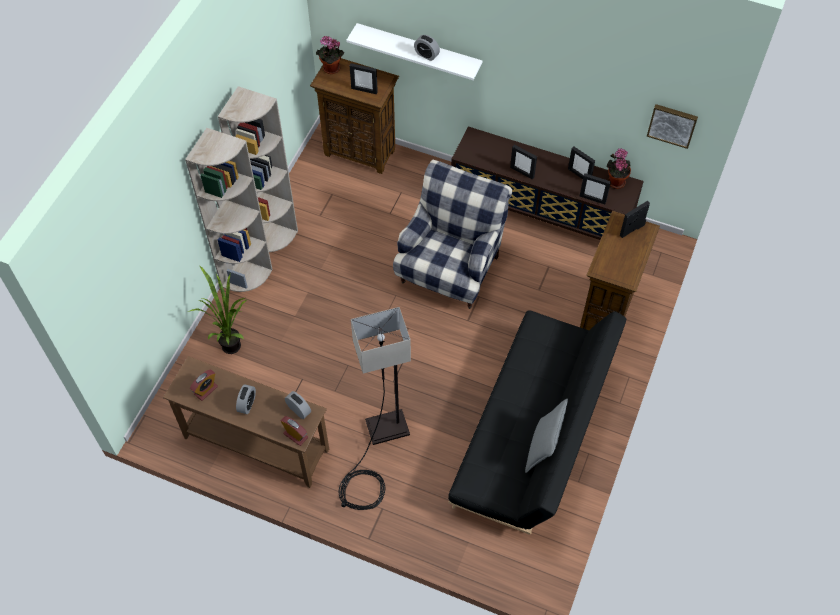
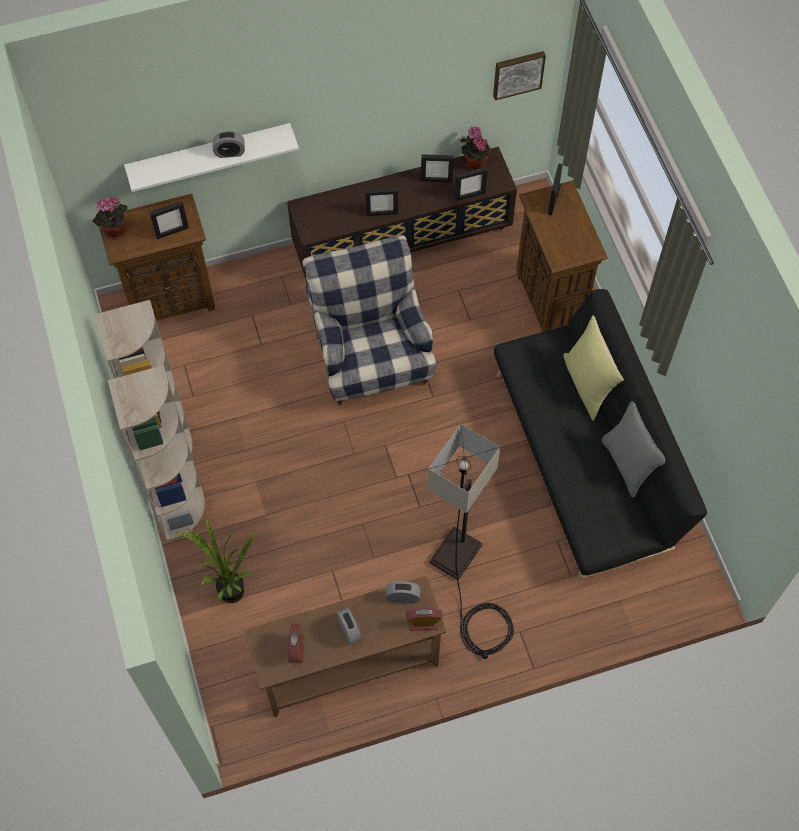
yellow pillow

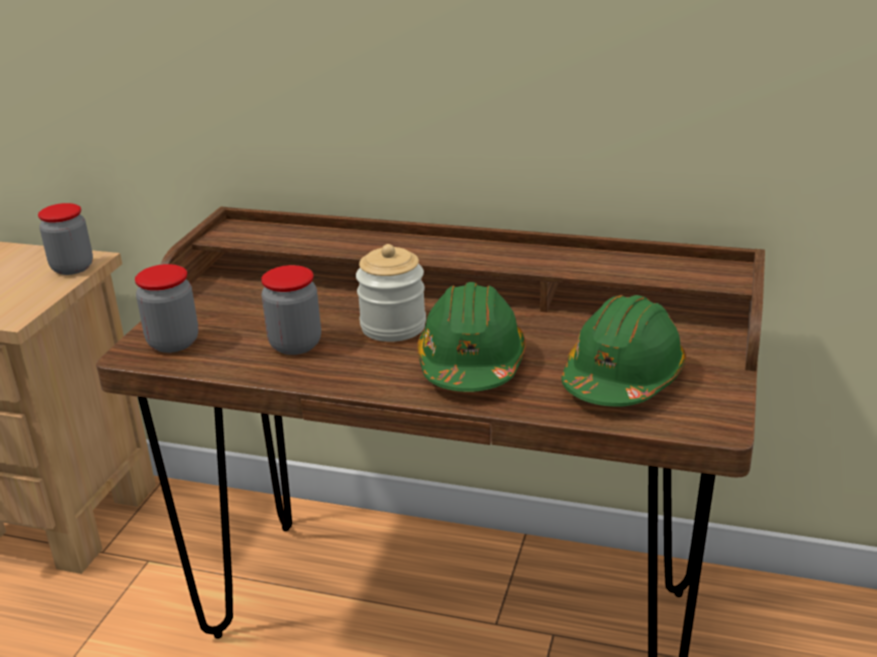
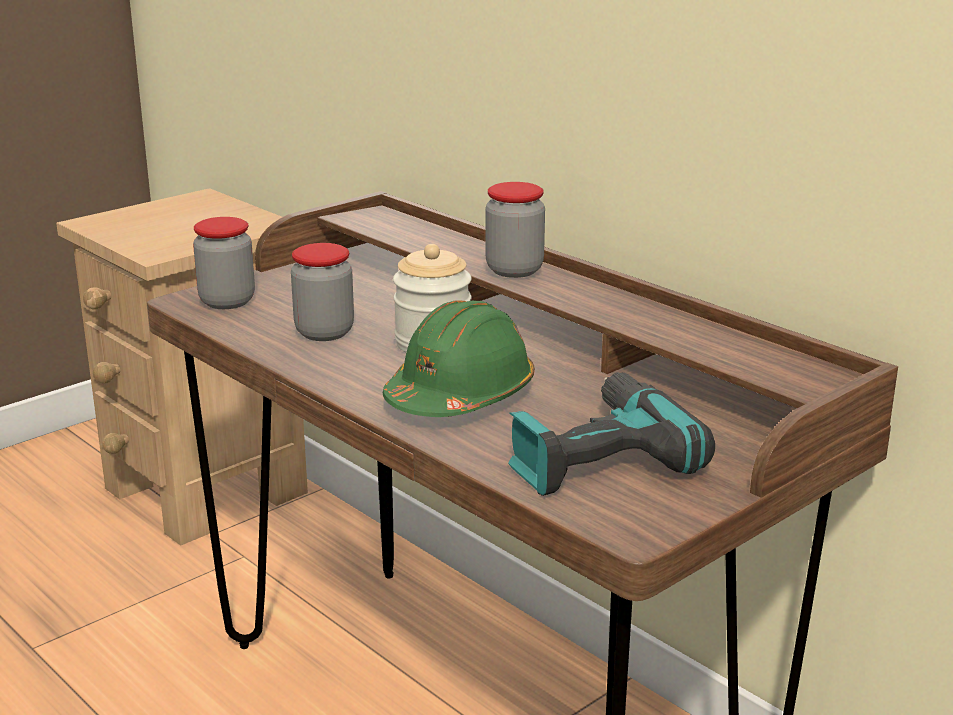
jar (4th from left)
power drill

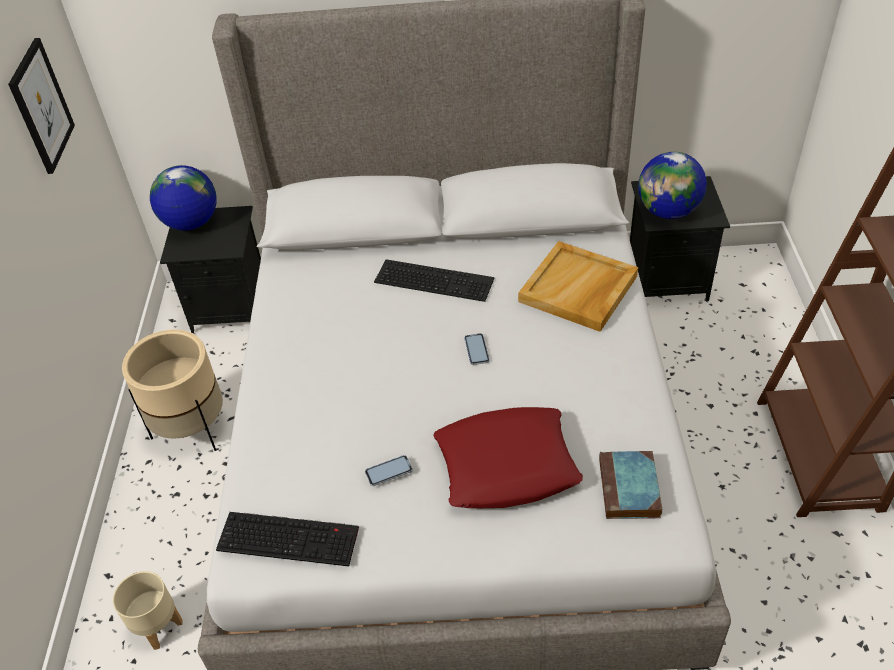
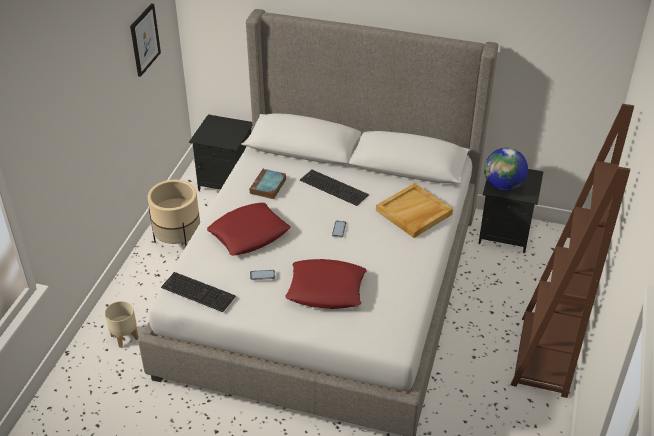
globe (1st from left in the first image)
book
red pillow (1st from left)

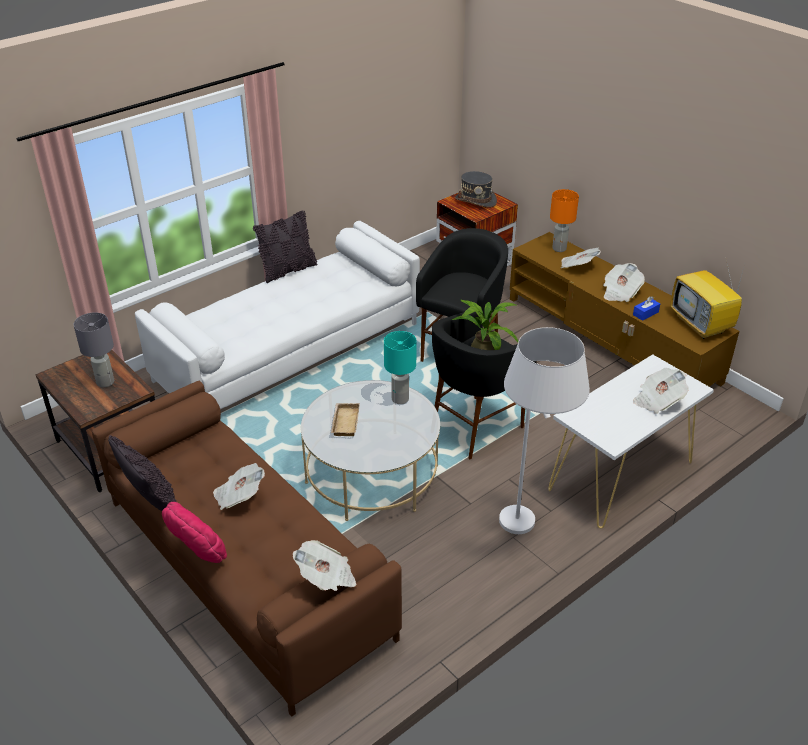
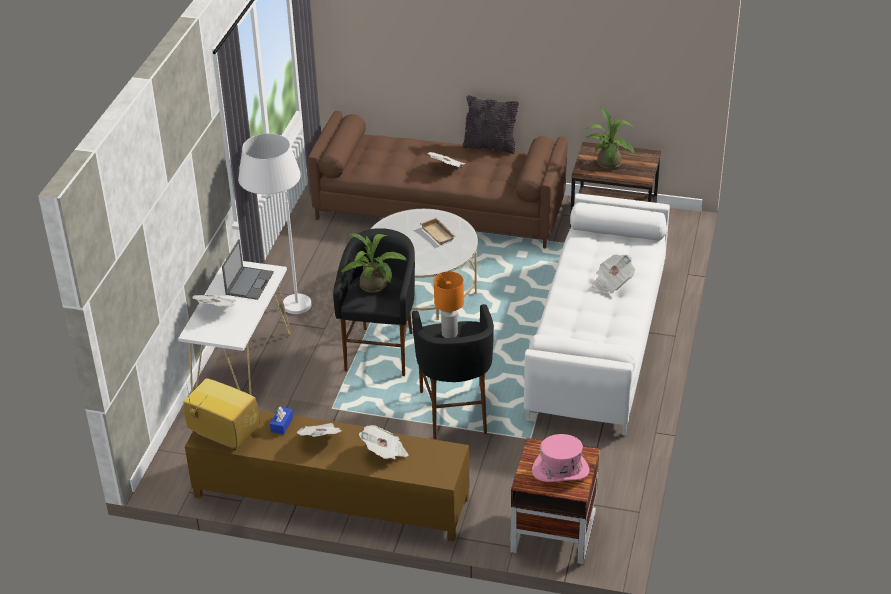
potted plant (2nd from left)
pink pillow
black pillow (2nd from left in the first image)
newspaper (5th from left)
turquoise table lamp
pink hat
orange table lamp
laptop

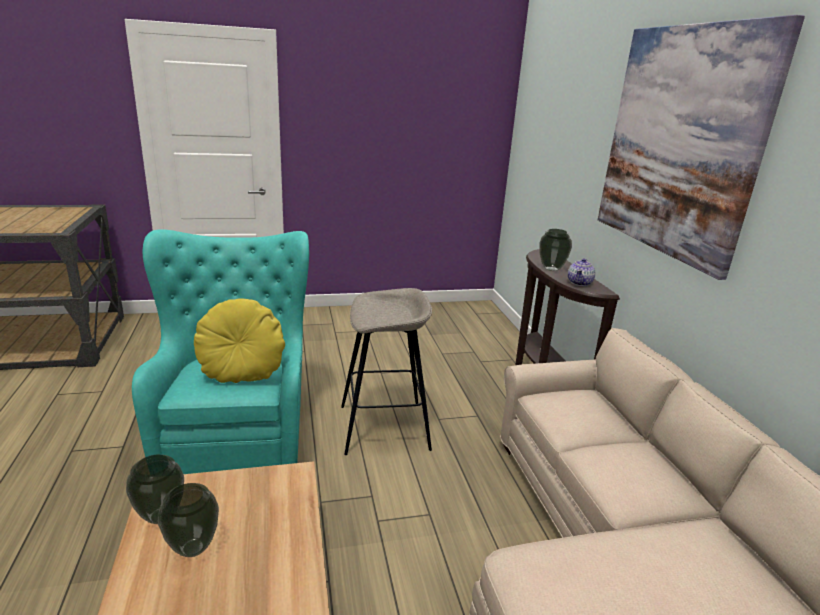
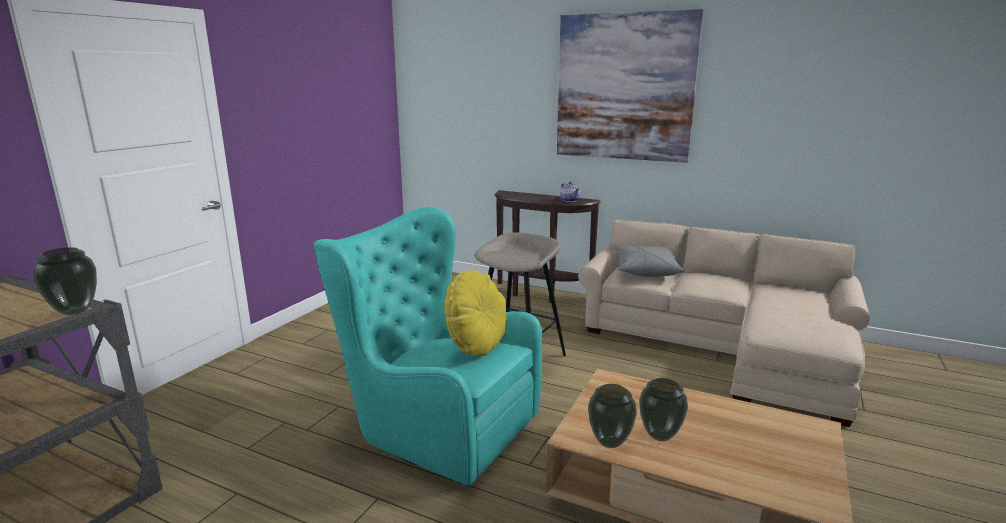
vase (1st from left)
grey pillow

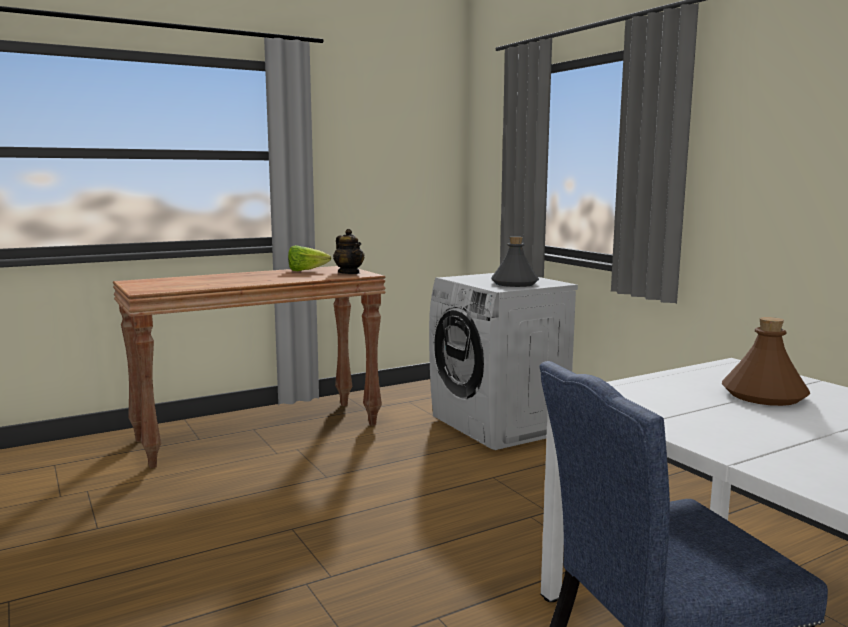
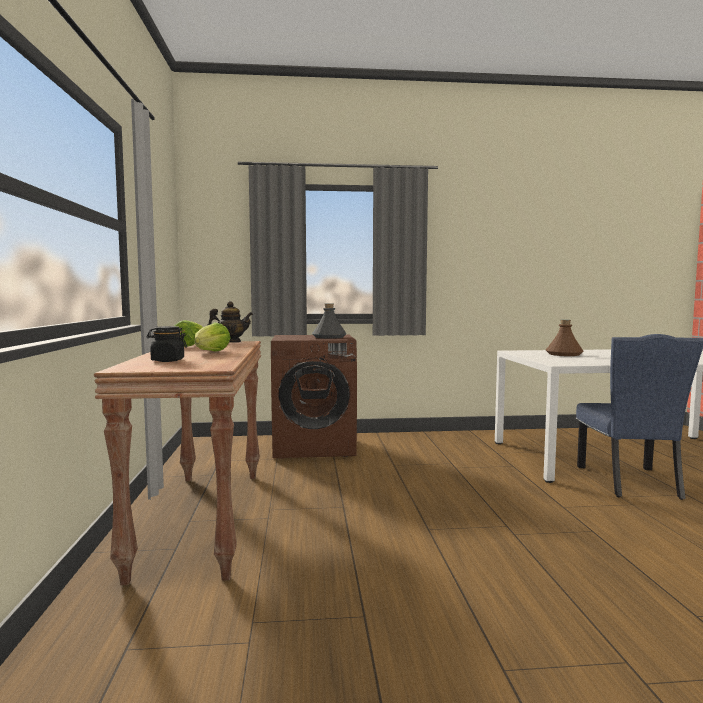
brown washing machine
black jar
lettuce (2nd from left)

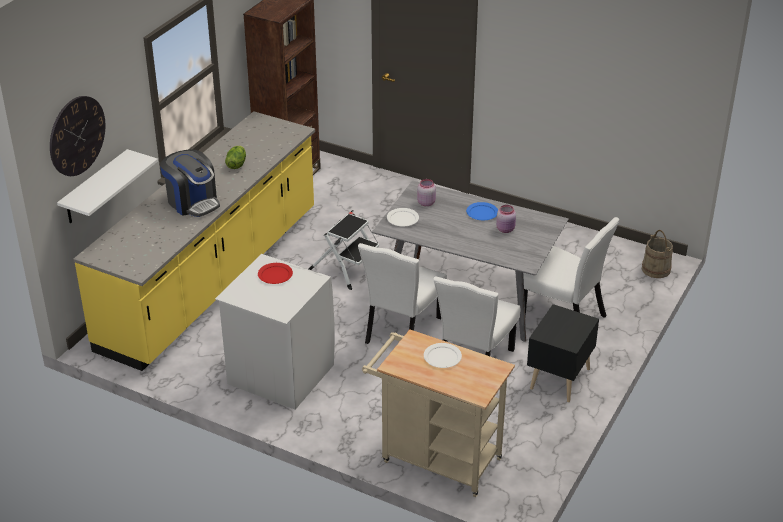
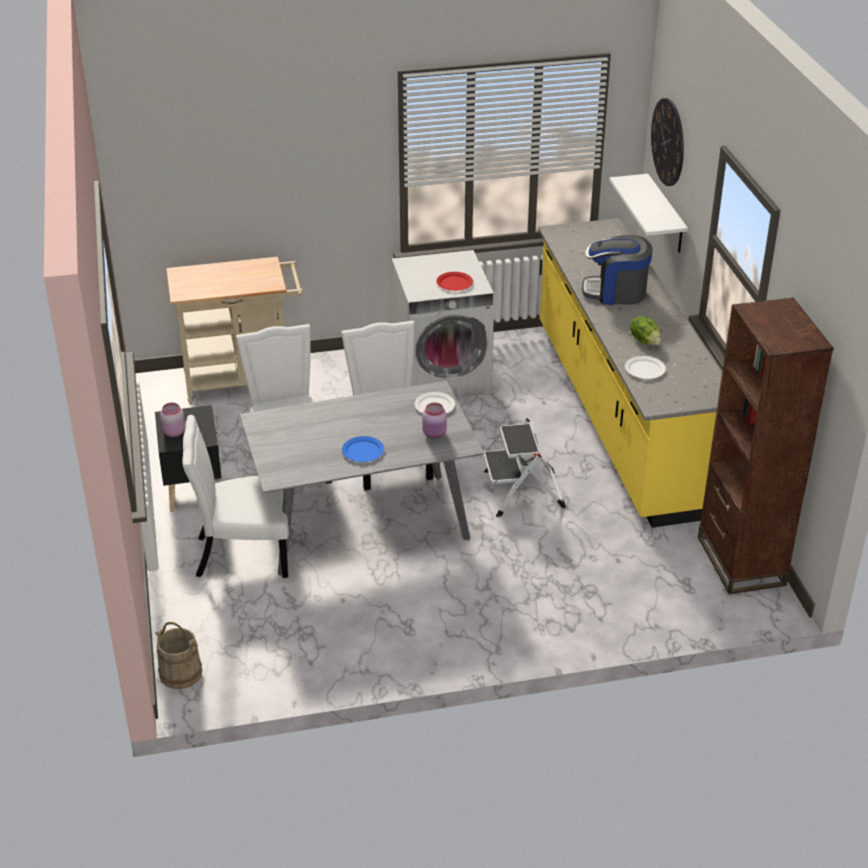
white plate (2nd from left)
pink jar (1st from left)

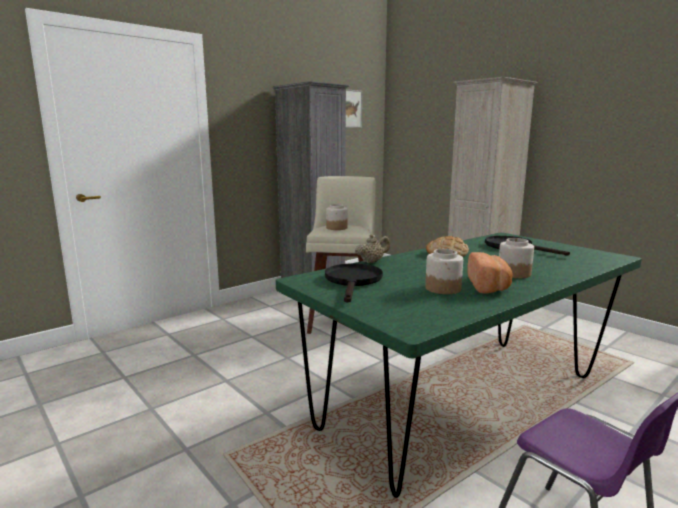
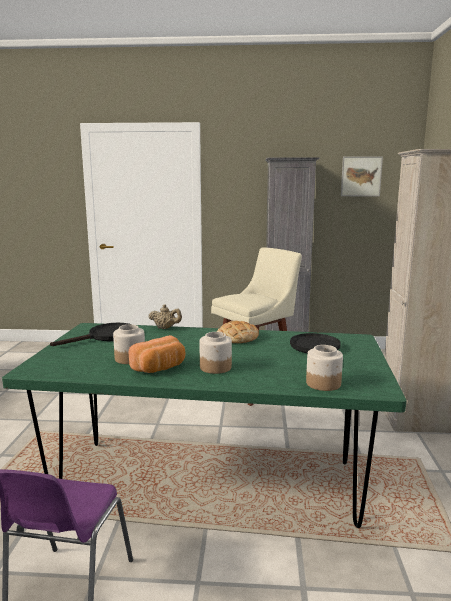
jar (3rd from left)

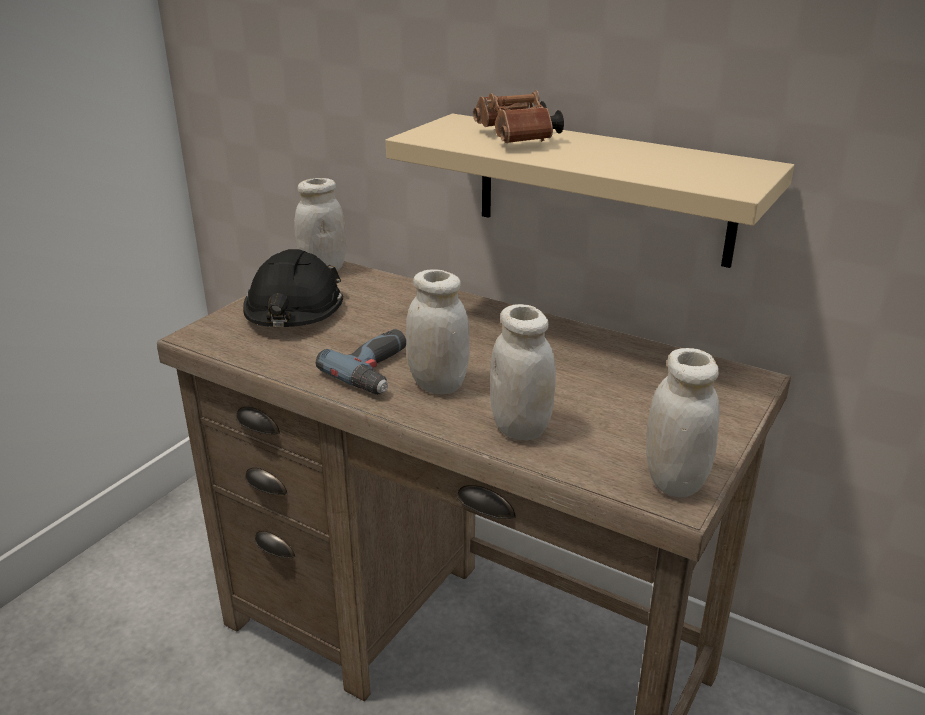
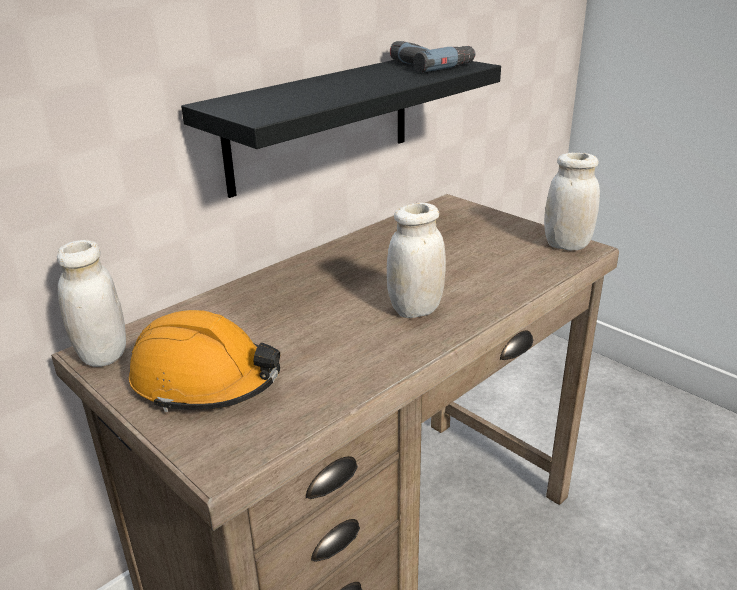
orange hard hat
power drill
black shelf
brown binoculars
white jar (3rd from left in the first image)

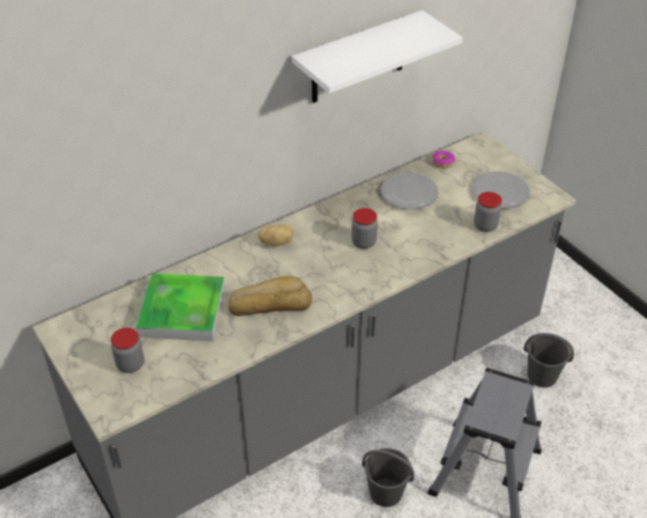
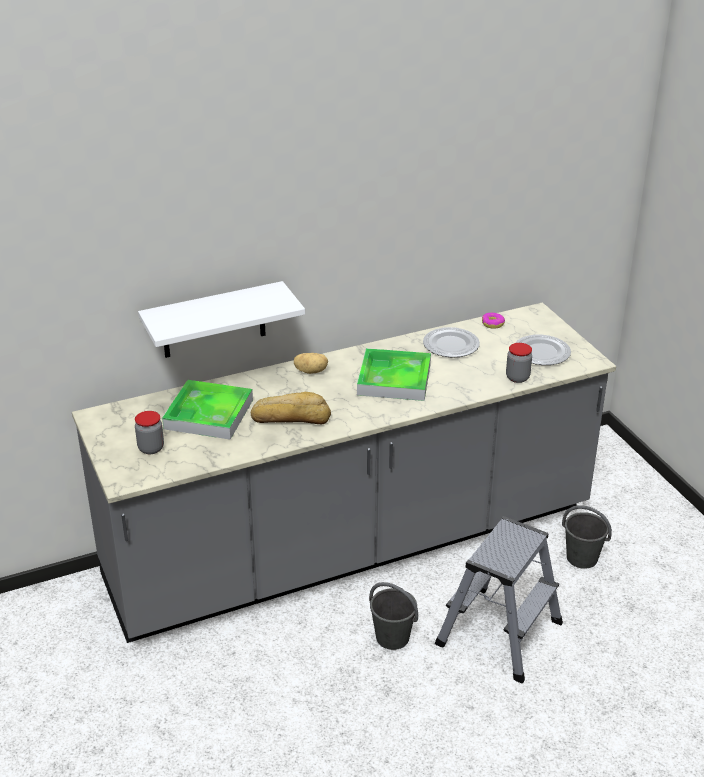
white shelf
tray (2nd from left)

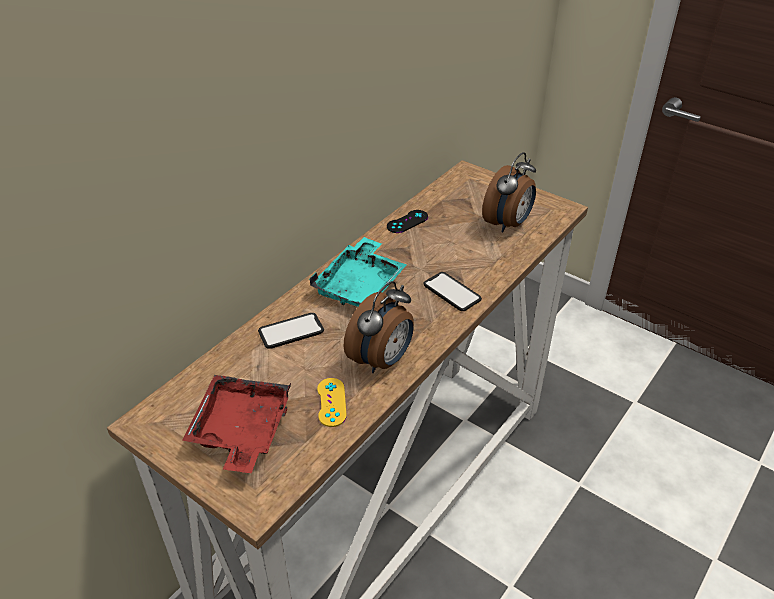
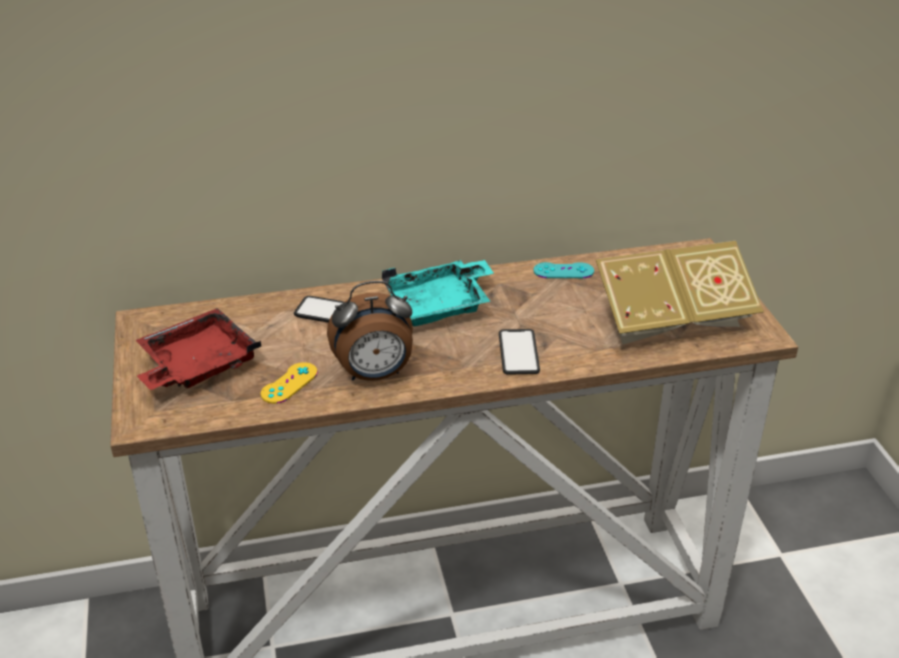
turquoise game controller
book

